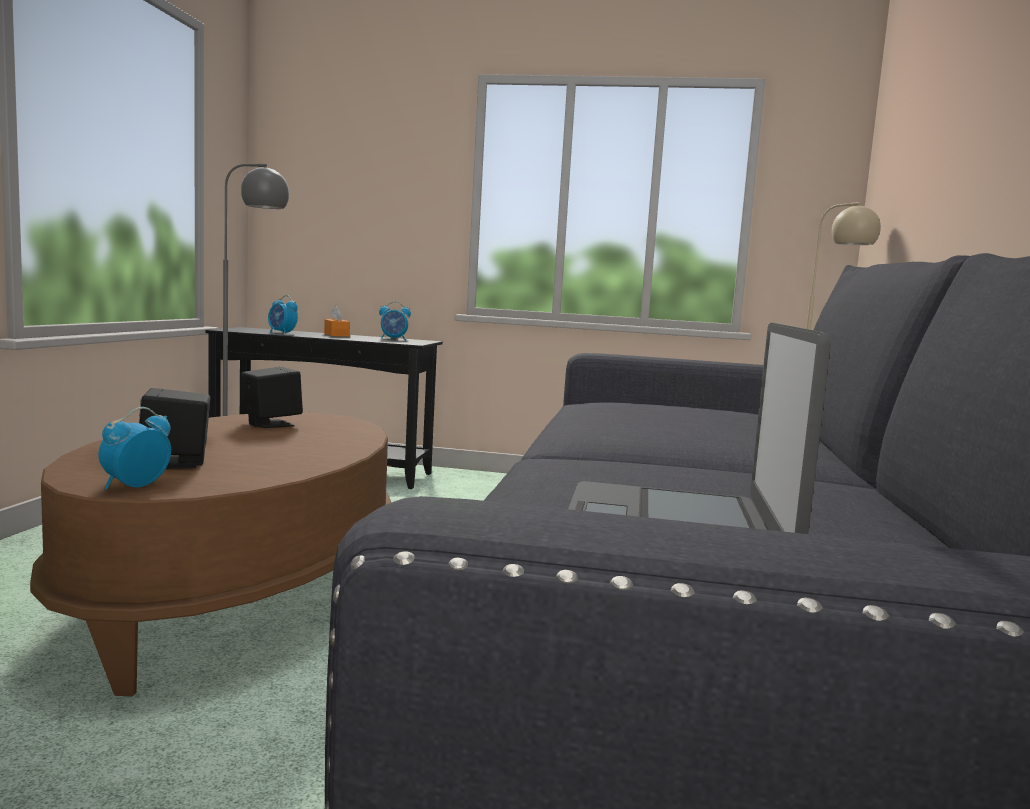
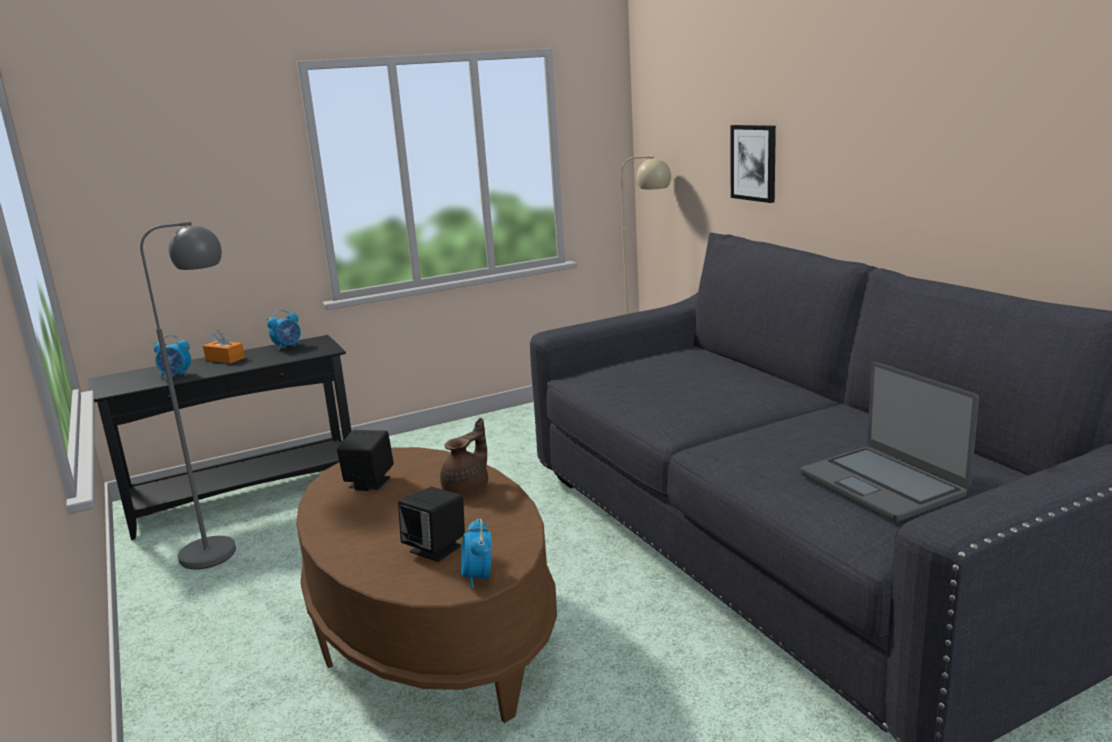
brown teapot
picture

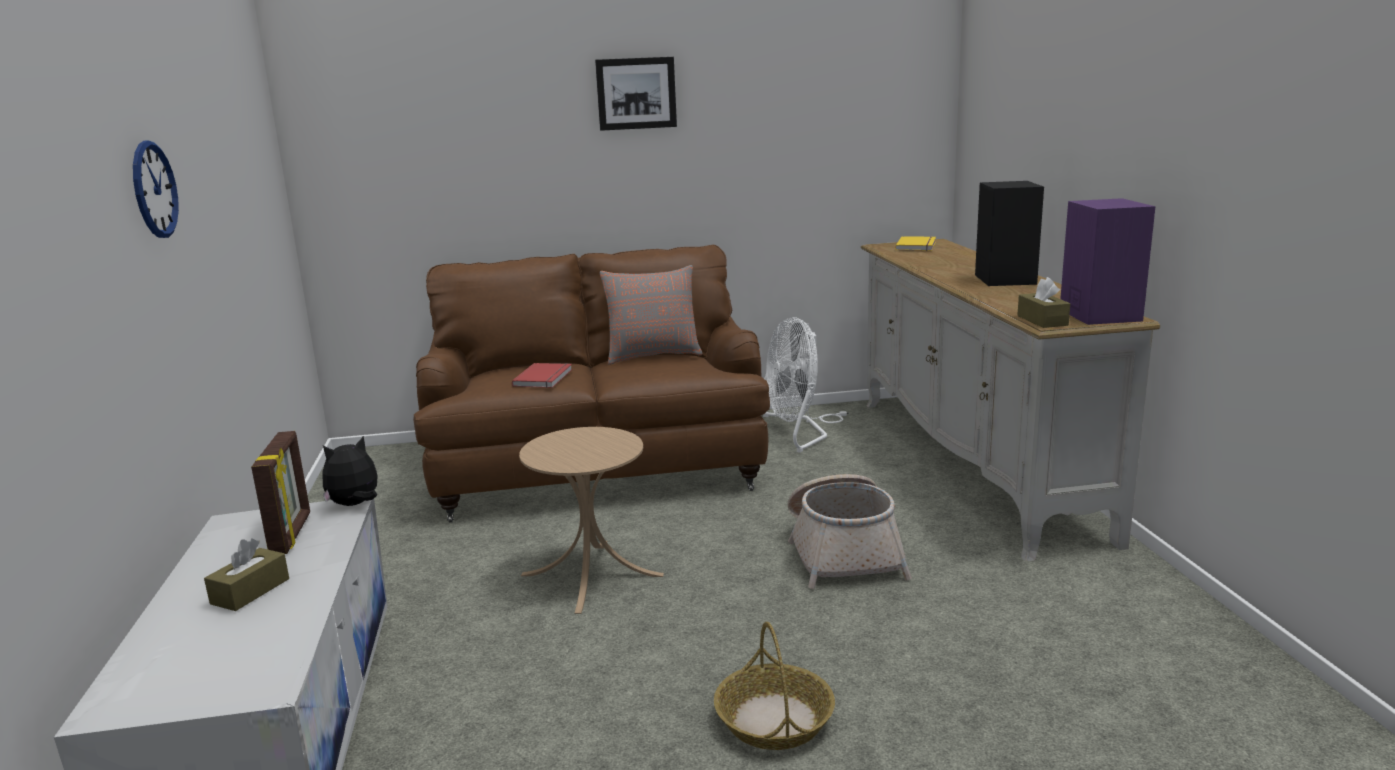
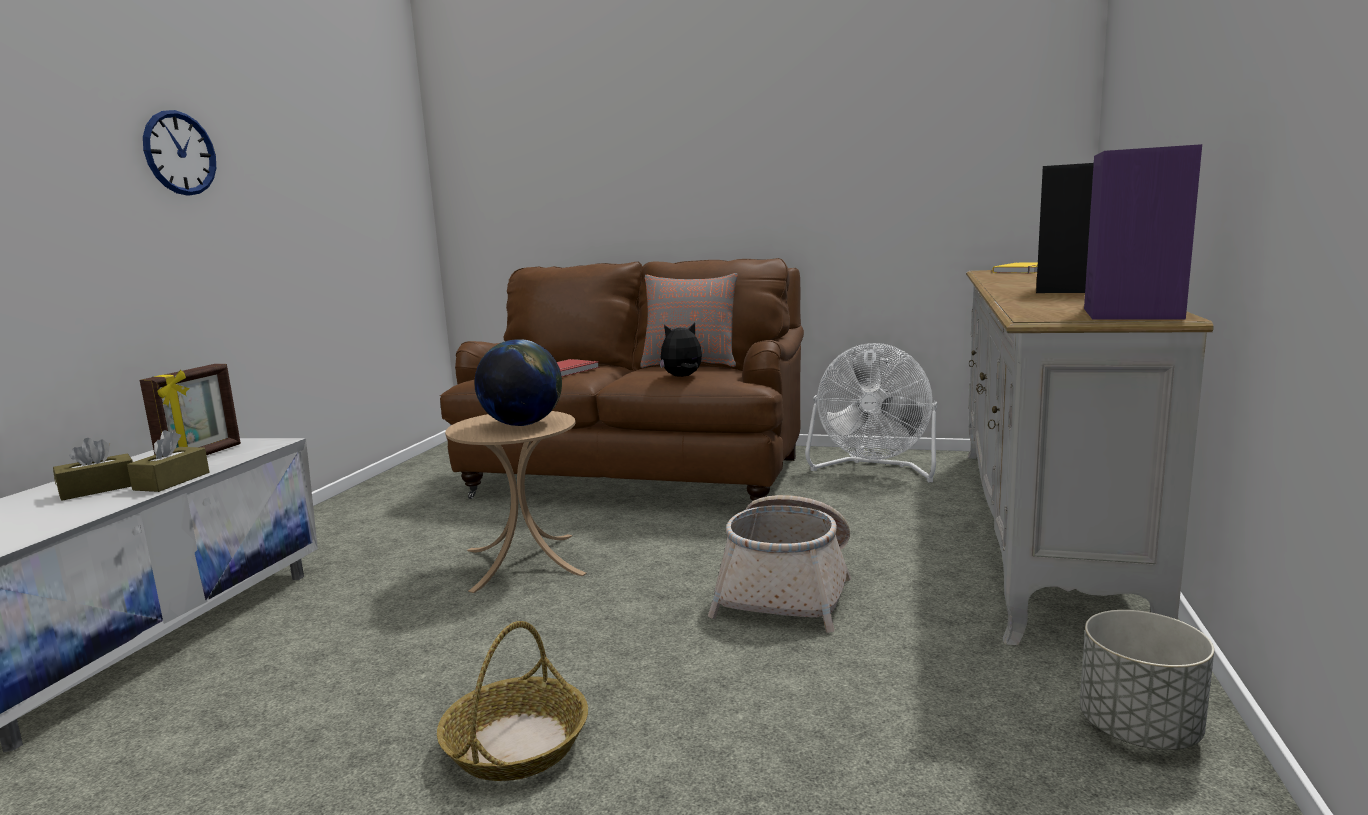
plush toy
picture
white fan
brown tissue box (2nd from left)
globe
grey planter

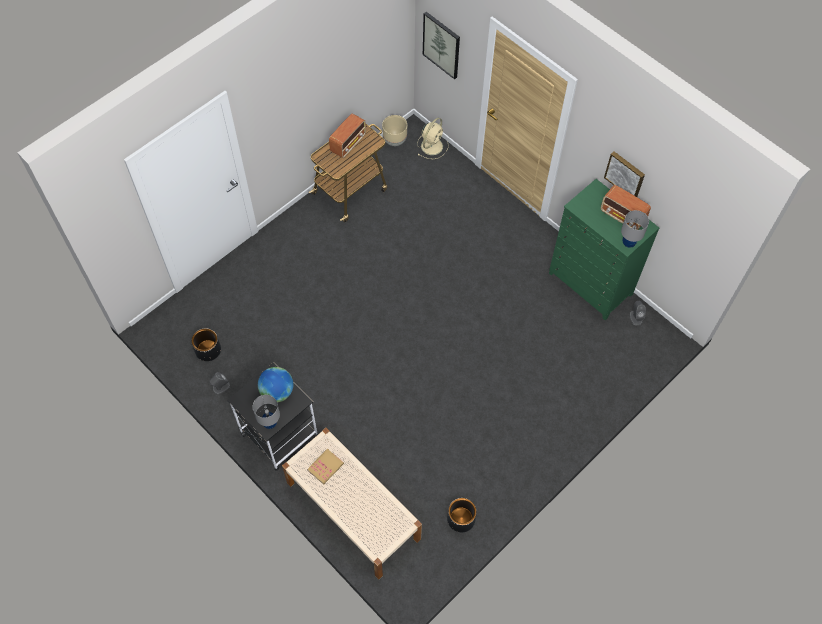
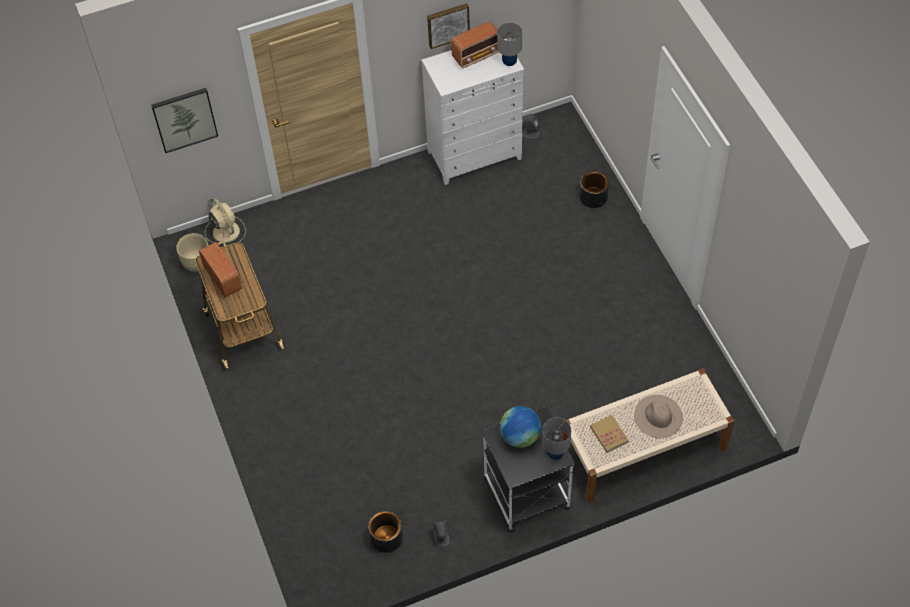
black planter (2nd from left)
white dresser
beige hat

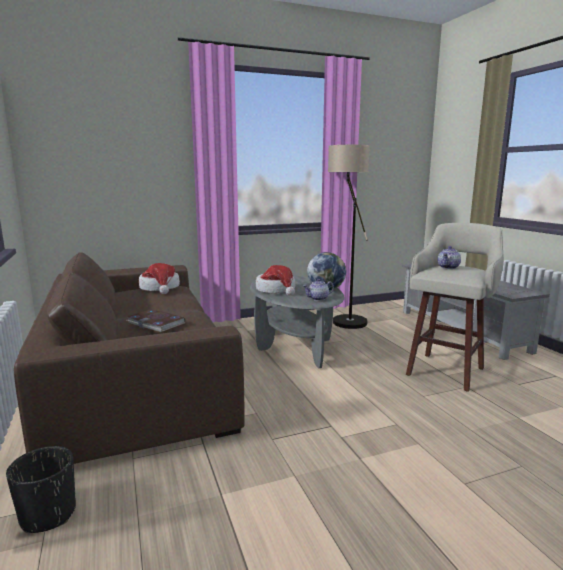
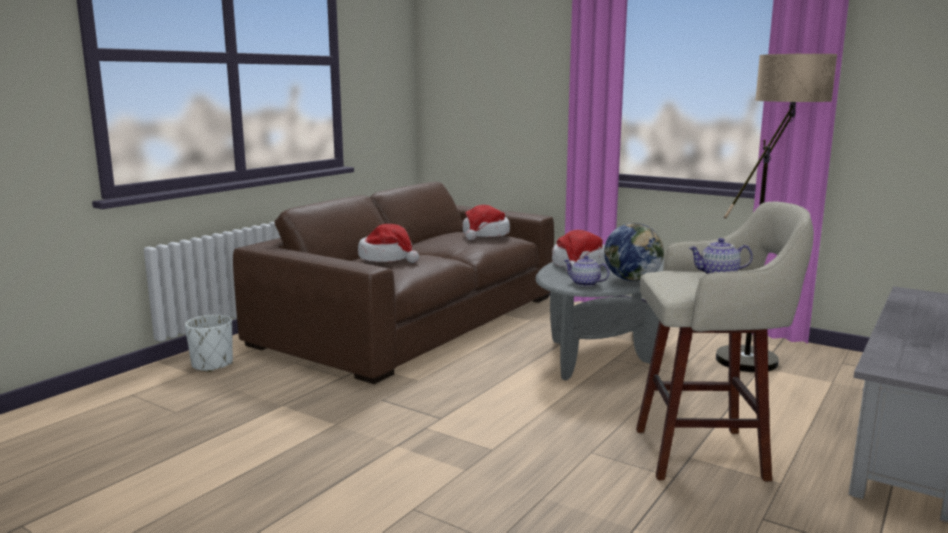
white planter
hat (1st from left)

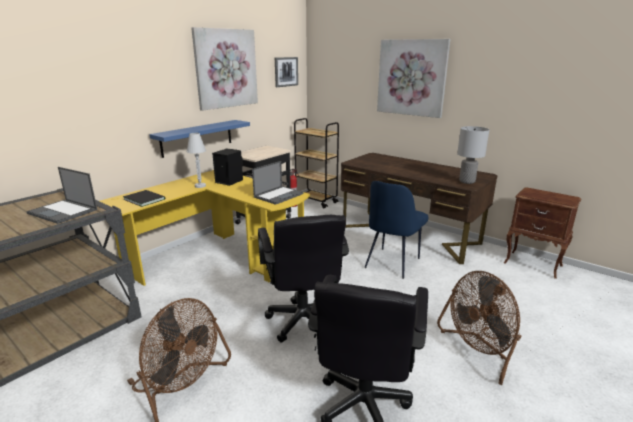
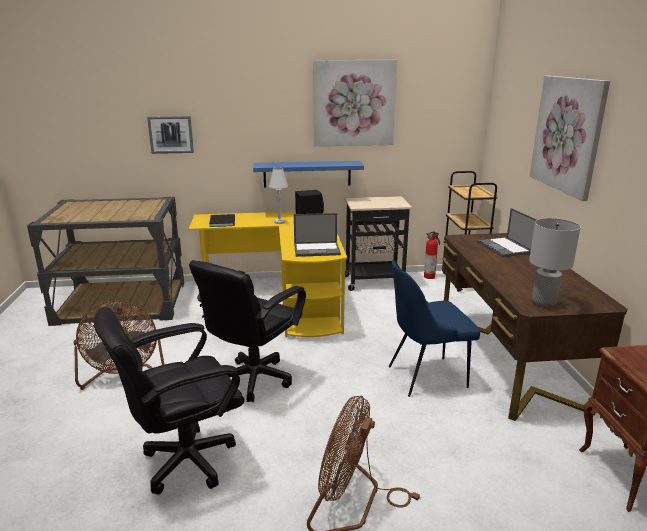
laptop (2nd from left)
picture (1st from left)

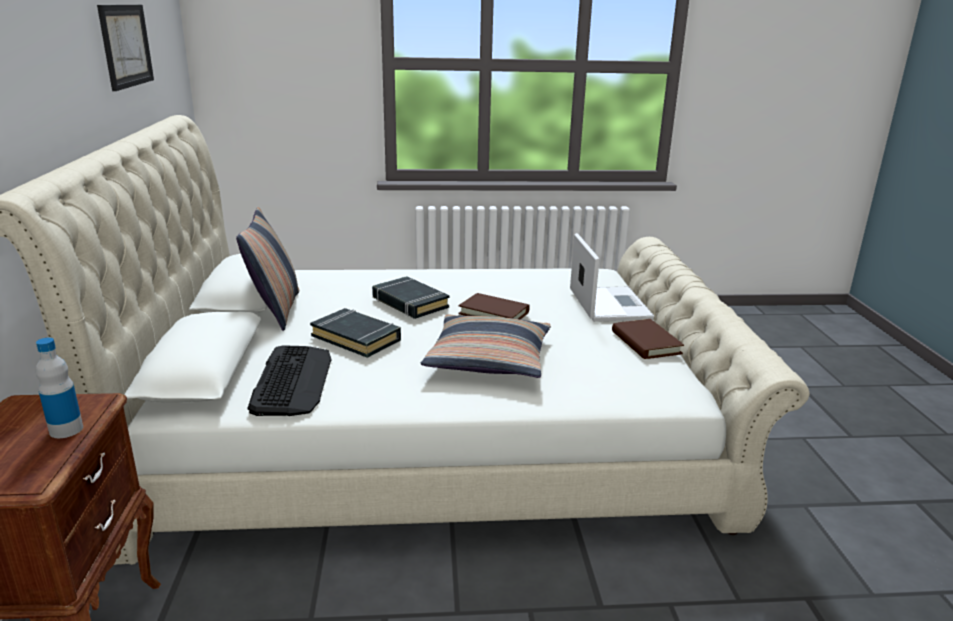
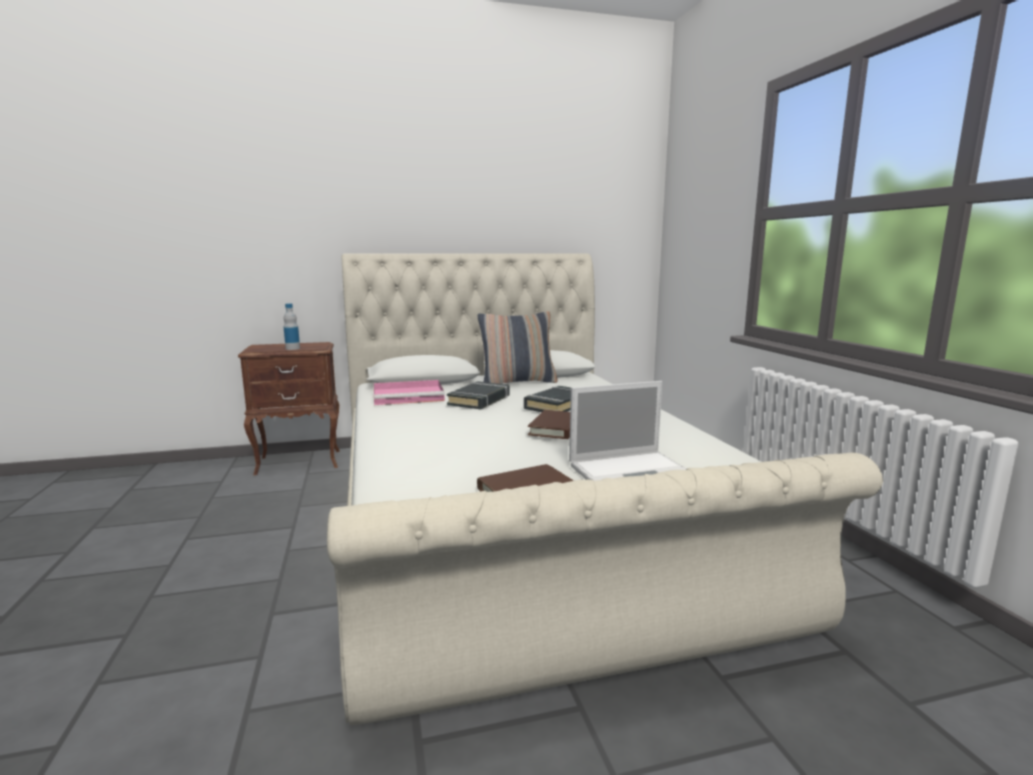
picture
pink tray
pillow (2nd from left in the first image)

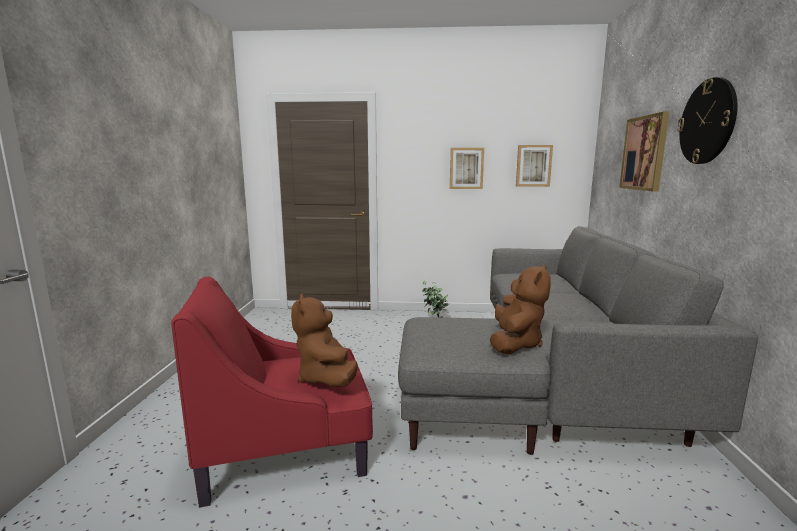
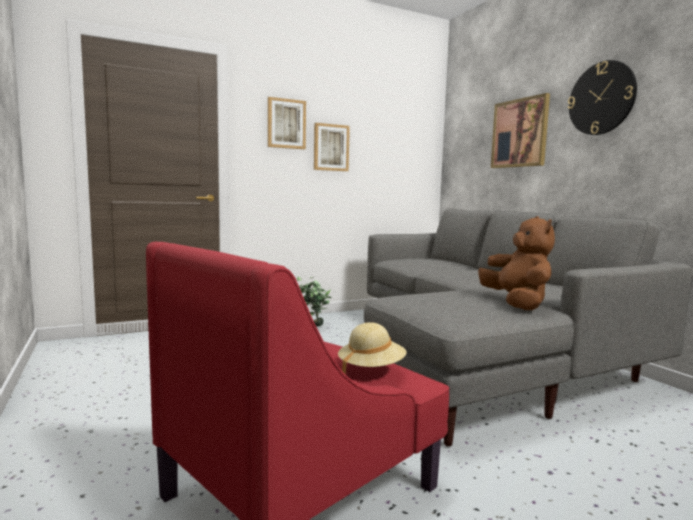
beige hat
picture (1st from left)

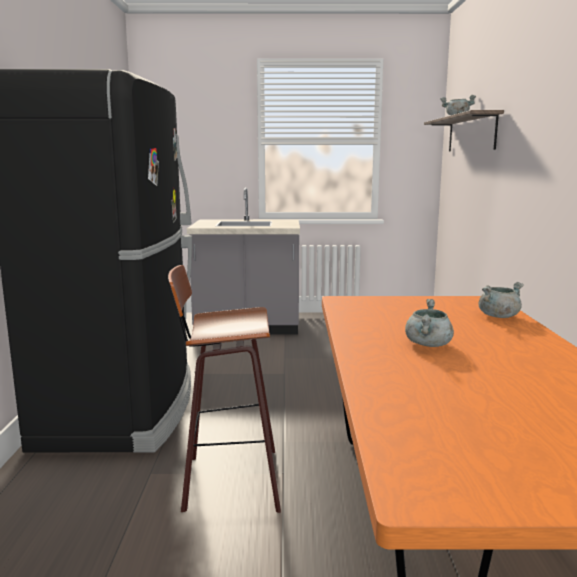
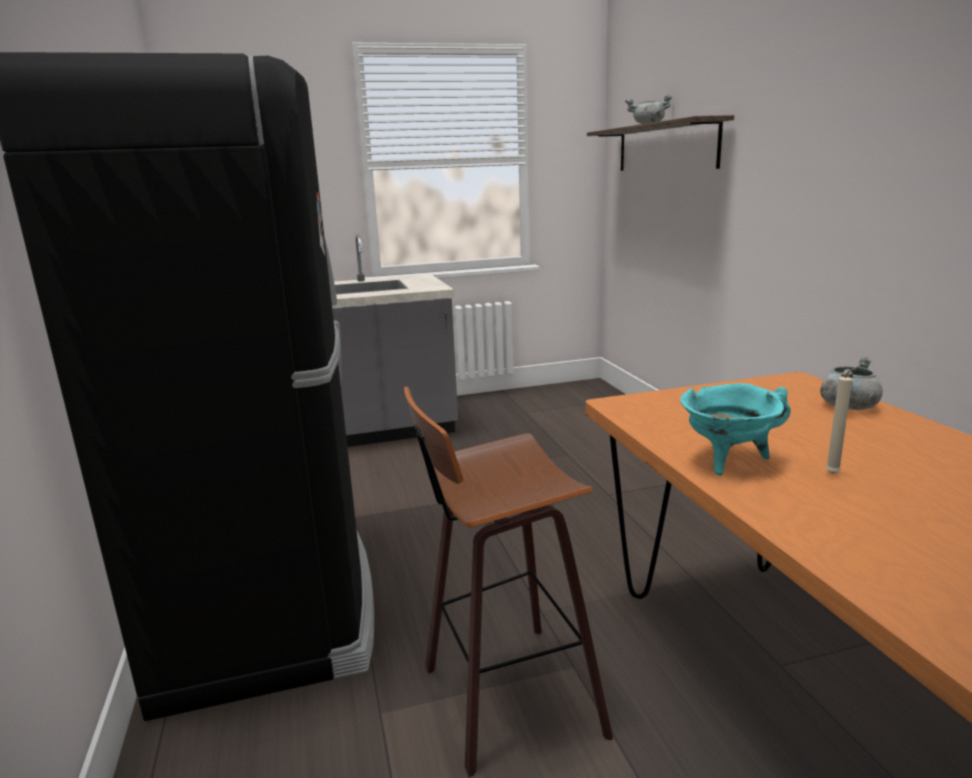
beige candle
turquoise cooking pot

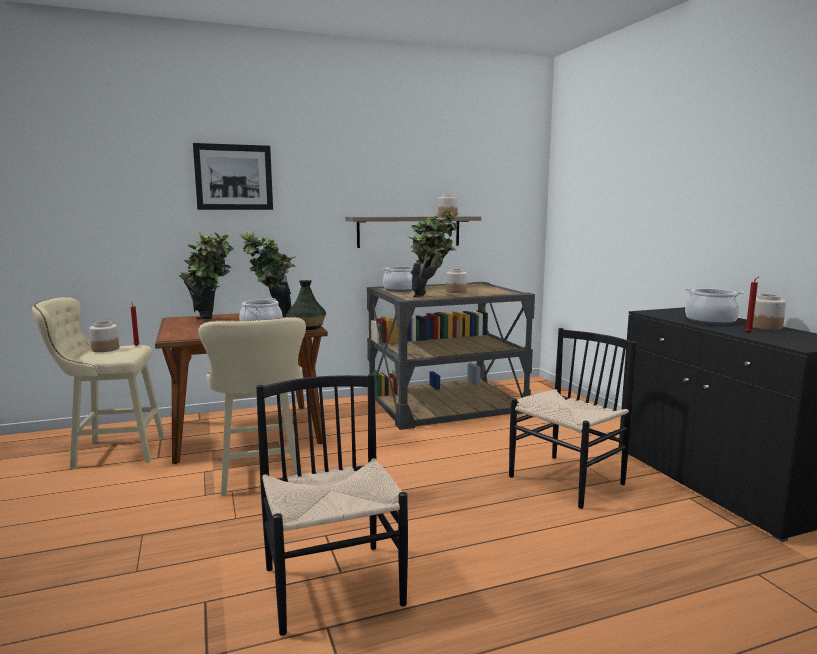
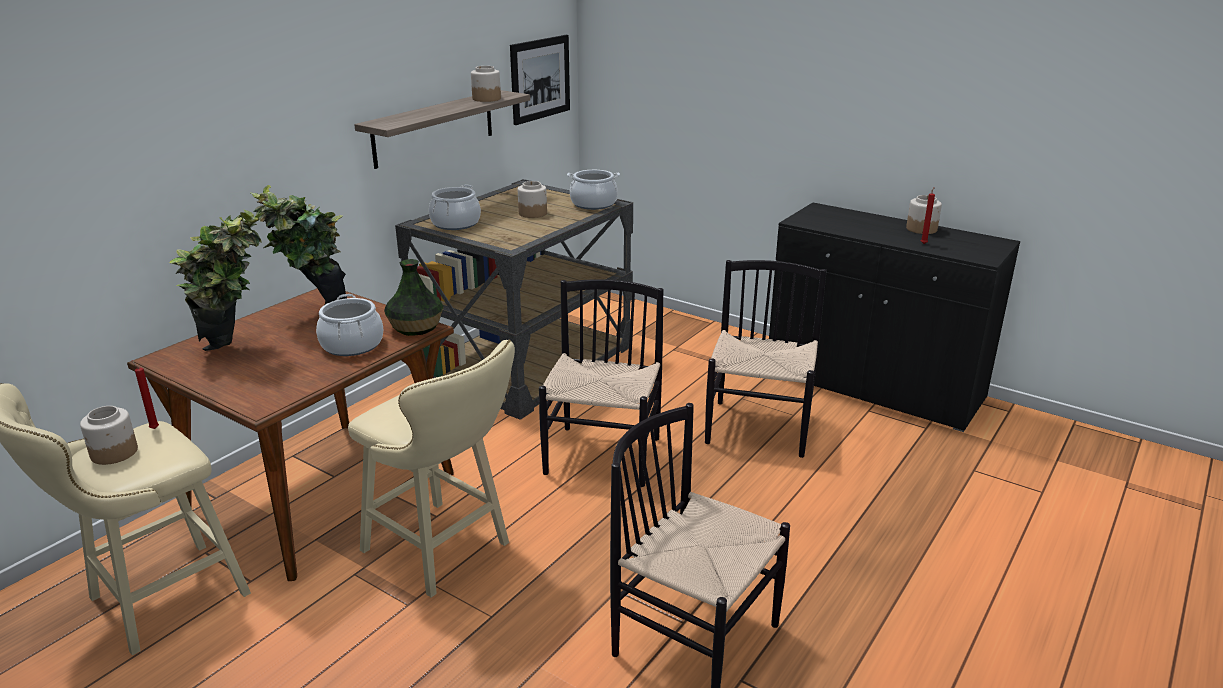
picture
potted plant (3rd from left in the first image)
cooking pot (3rd from left)
black chair (1st from left)

